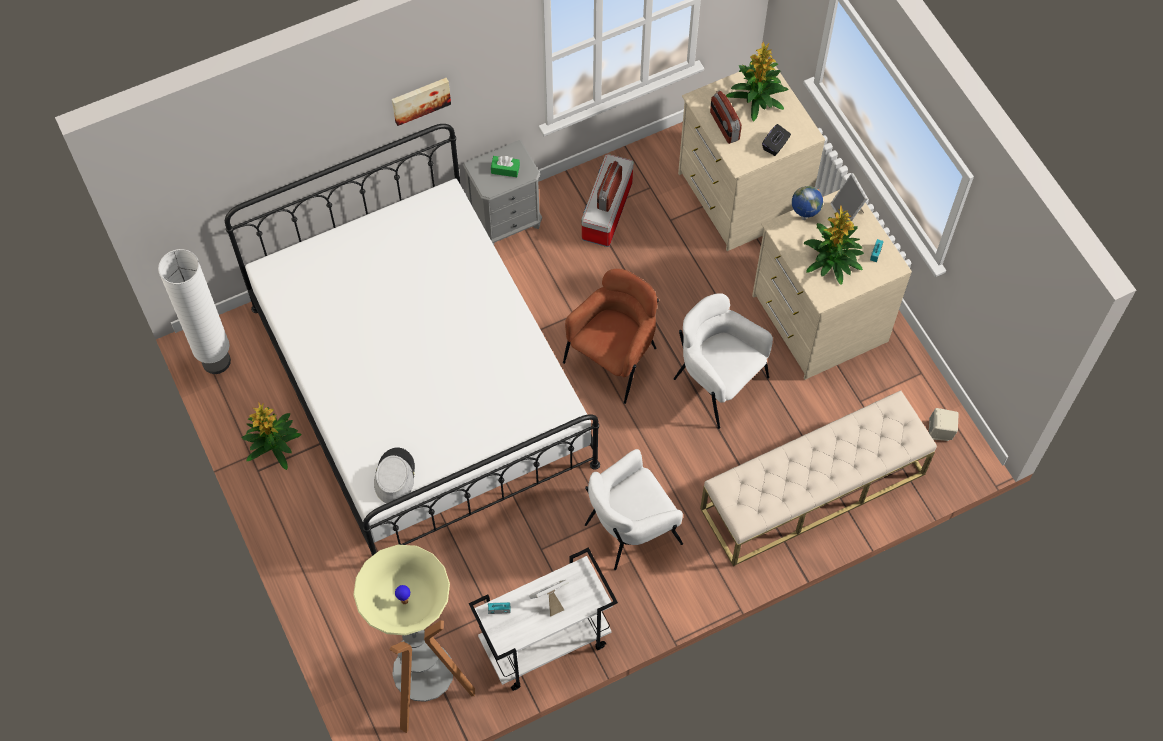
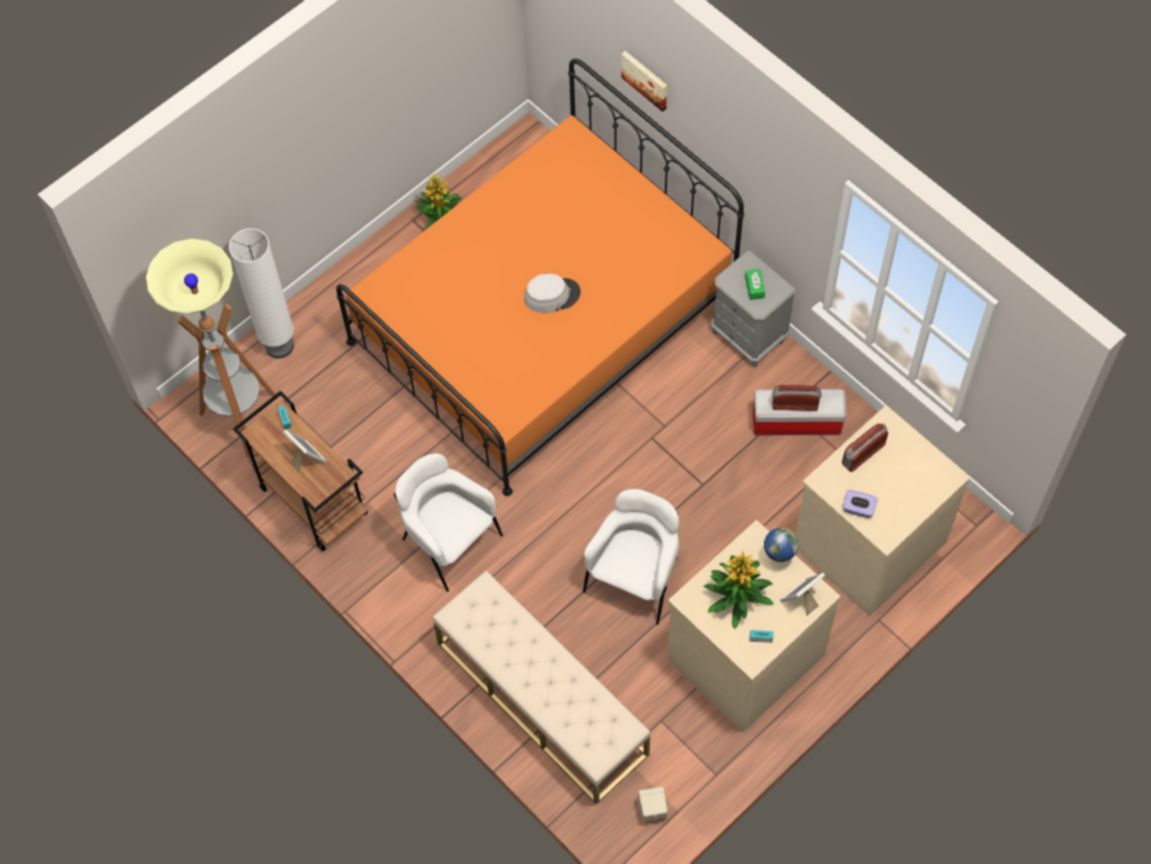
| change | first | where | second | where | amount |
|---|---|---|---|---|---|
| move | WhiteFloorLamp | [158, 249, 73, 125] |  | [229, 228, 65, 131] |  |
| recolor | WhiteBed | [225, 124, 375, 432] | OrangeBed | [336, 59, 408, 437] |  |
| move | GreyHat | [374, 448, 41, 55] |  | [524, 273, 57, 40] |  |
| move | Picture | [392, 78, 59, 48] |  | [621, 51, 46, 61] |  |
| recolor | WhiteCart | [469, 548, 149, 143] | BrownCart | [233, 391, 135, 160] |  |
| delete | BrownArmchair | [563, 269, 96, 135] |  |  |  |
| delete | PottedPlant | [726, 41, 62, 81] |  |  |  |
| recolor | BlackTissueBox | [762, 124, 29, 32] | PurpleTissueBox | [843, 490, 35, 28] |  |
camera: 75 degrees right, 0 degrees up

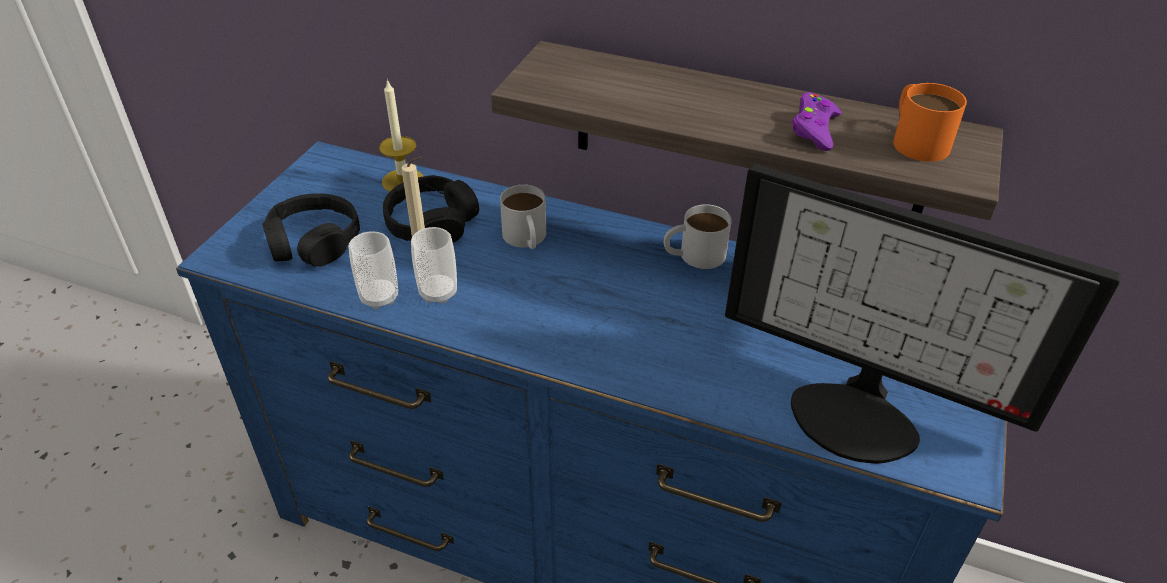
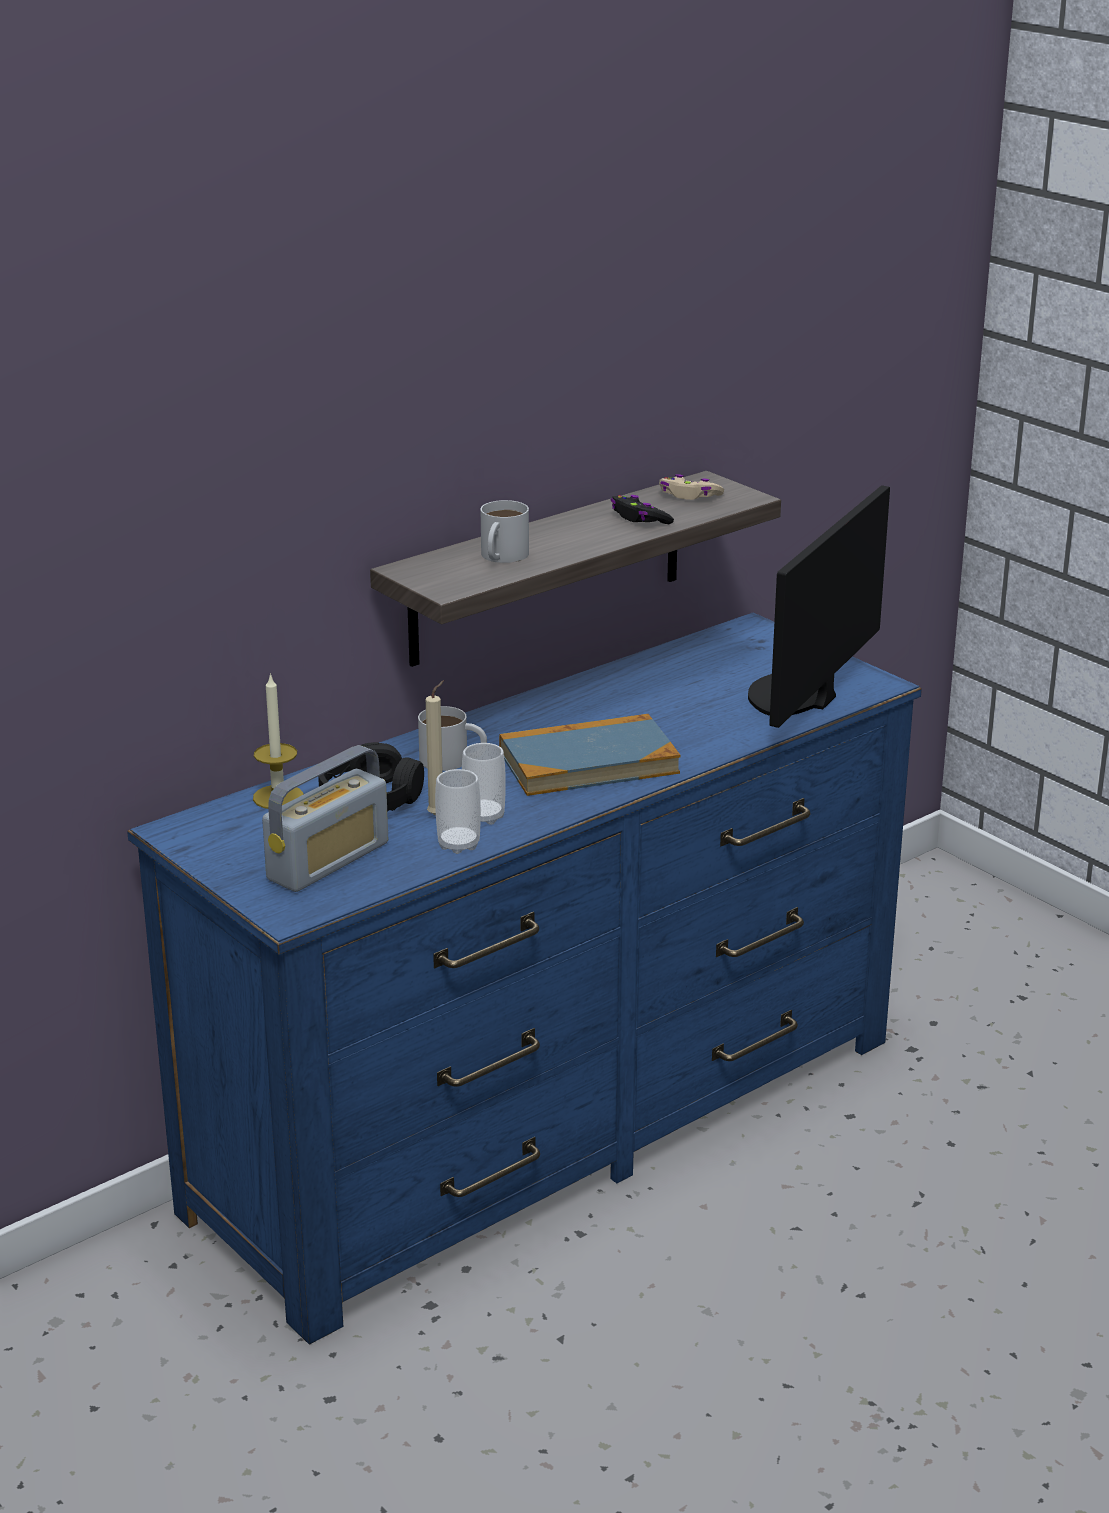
| change | first | where | second | where | amount |
|---|---|---|---|---|---|
| replace | BlackHeadphones | [262, 193, 98, 74] | Radio | [262, 745, 126, 147] |  |
| move | WhiteMug | [664, 204, 68, 65] |  | [481, 500, 48, 63] |  |
| rotate | Monitor | [725, 164, 396, 300] |  | [748, 485, 142, 243] | 150 degrees clockwise |
| recolor | PurpleGameController | [792, 92, 49, 59] | BlackGameController | [611, 495, 63, 29] |  |
| replace | OrangeMug | [893, 83, 74, 79] | BeigeGameController | [659, 474, 65, 26] |  |
| insert |  |  | Book | [499, 714, 181, 82] |  |
camera: 60 degrees left, 15 degrees down

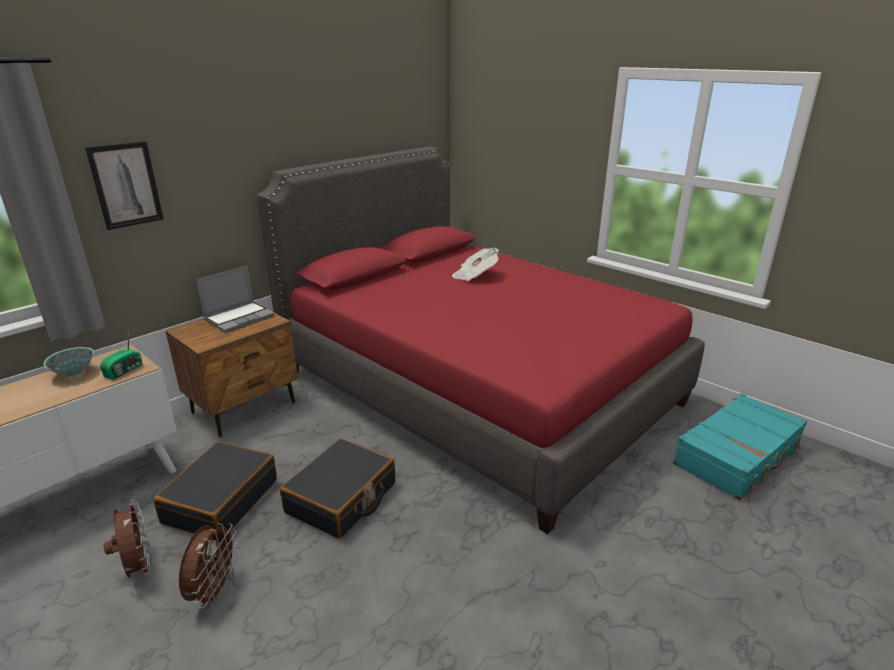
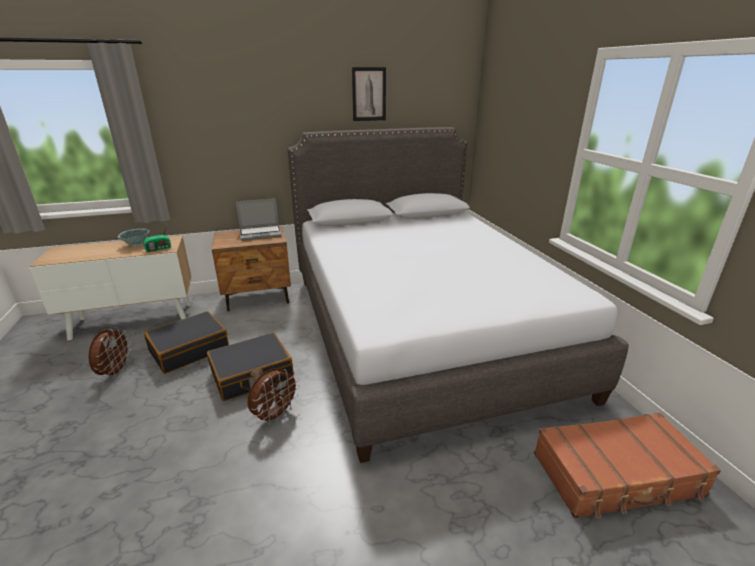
| change | first | where | second | where | amount |
|---|---|---|---|---|---|
| move | Picture | [85, 141, 78, 89] |  | [352, 67, 34, 54] |  |
| move | BrownFan | [179, 523, 59, 85] |  | [247, 368, 53, 57] |  |
| recolor | RedBed | [256, 147, 449, 387] | GreyBed | [288, 127, 341, 336] |  |
| delete | Newspaper | [452, 248, 47, 33] |  |  |  |
| recolor | TurquoiseSuitcase | [673, 393, 134, 107] | BrownSuitcase | [534, 412, 187, 106] |  |
camera: 30 degrees right, 0 degrees up

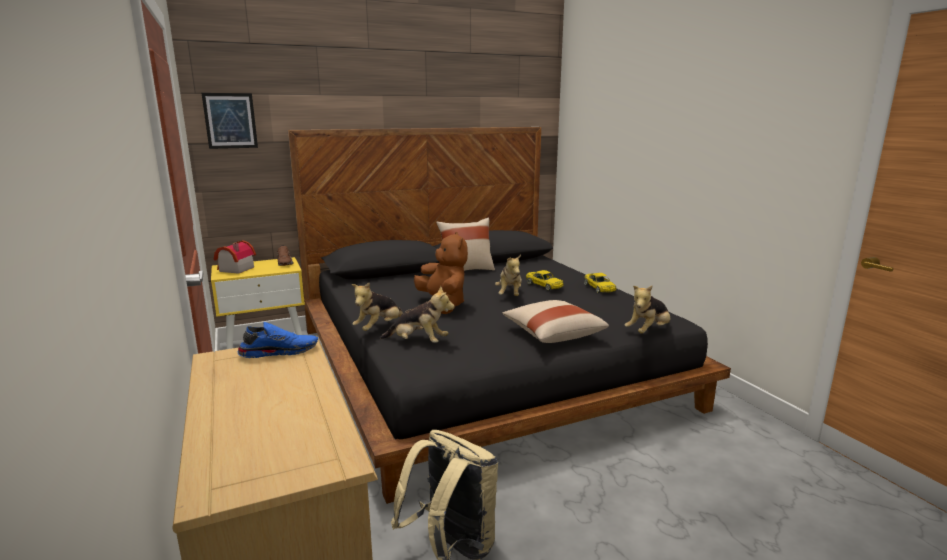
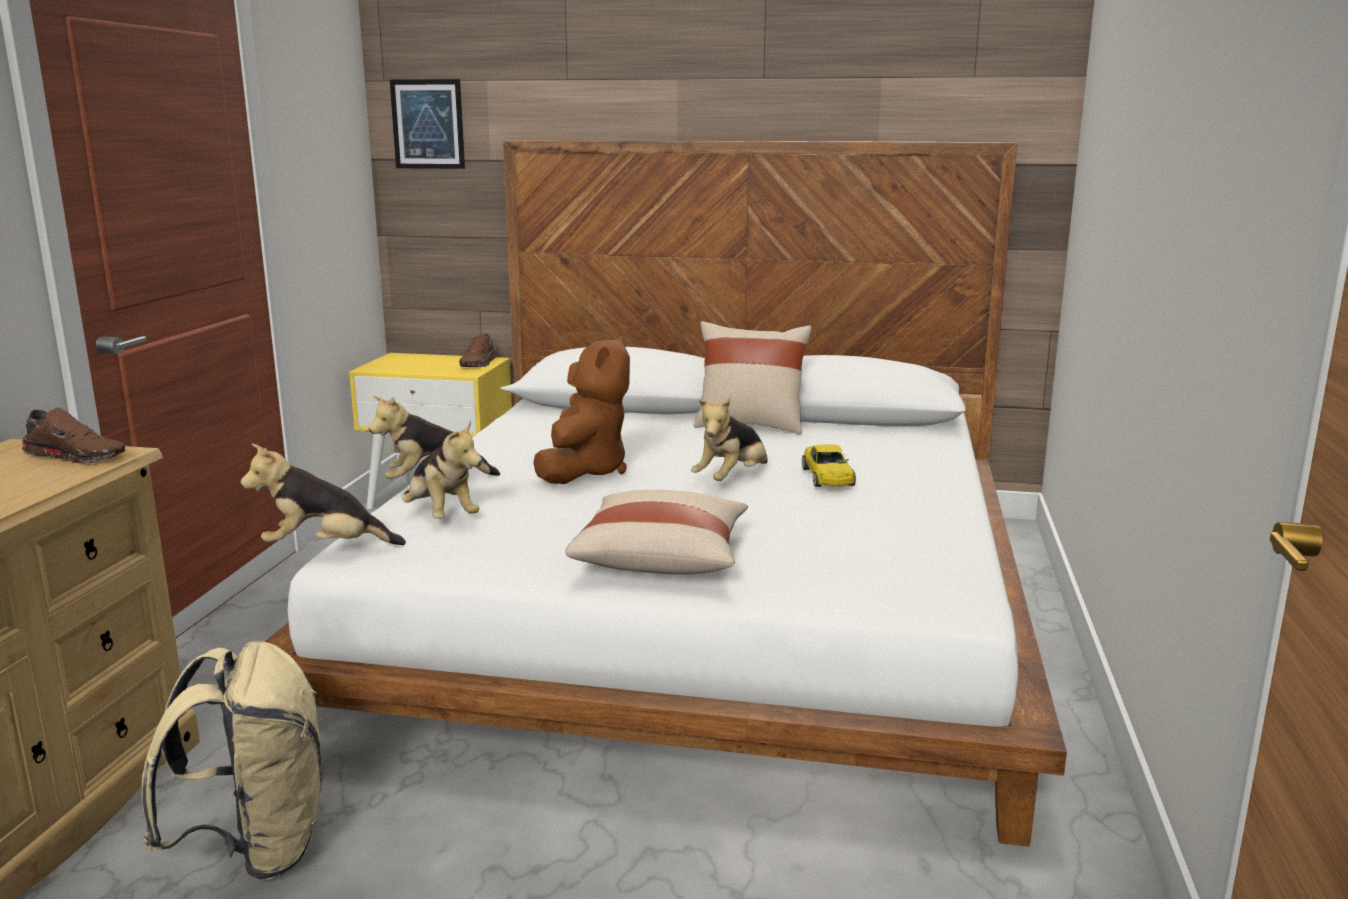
| change | first | where | second | where | amount |
|---|---|---|---|---|---|
| delete | ToyHouse | [214, 240, 42, 34] |  |  |  |
| recolor | BlueShoe | [237, 322, 81, 36] | BrownShoe | [22, 408, 103, 56] |  |
| recolor | BlackBed | [288, 127, 443, 377] | WhiteBed | [265, 140, 802, 707] |  |
| delete | YellowToyCar | [584, 273, 32, 20] |  |  |  |
| move | PlushToy | [625, 286, 45, 48] |  | [241, 444, 165, 101] |  |
camera: 35 degrees right, 0 degrees up

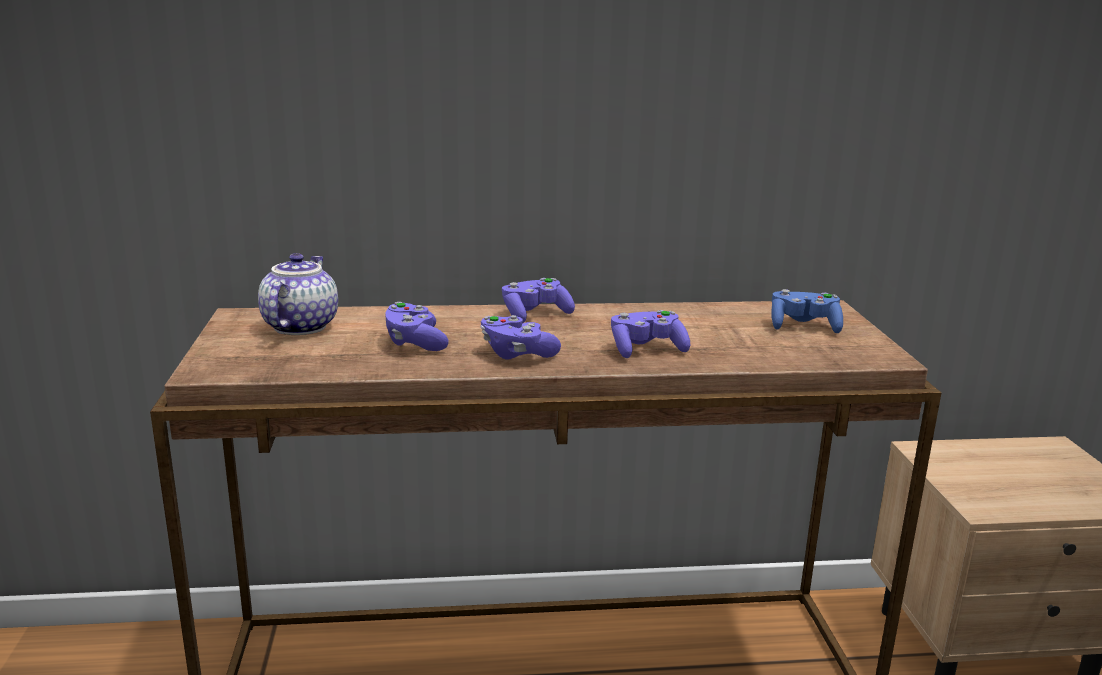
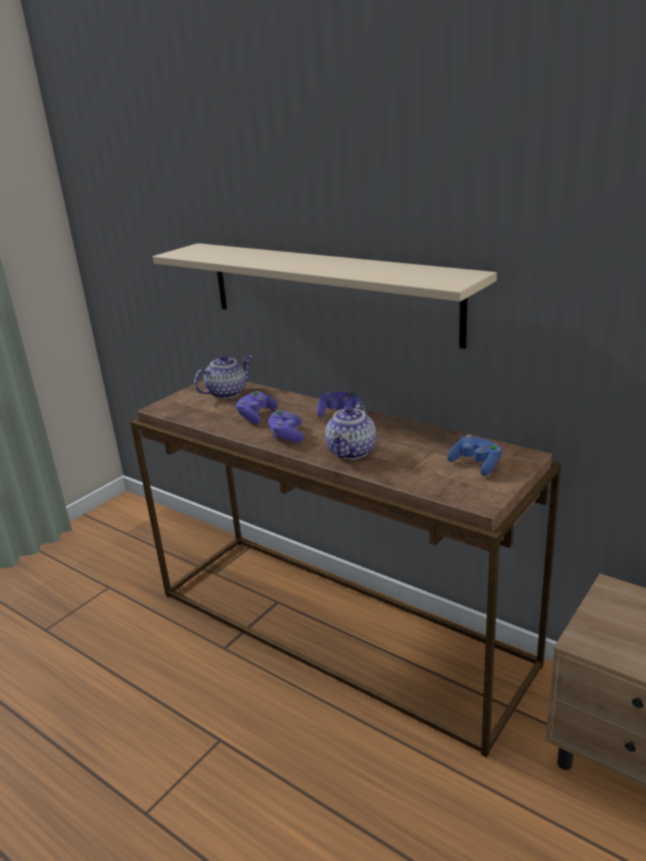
| change | first | where | second | where | amount |
|---|---|---|---|---|---|
| replace | PurpleGameController | [611, 310, 79, 48] | Teapot | [325, 402, 51, 58] |  |
| insert |  |  | BeigeShelf | [153, 243, 344, 106] |  |
camera: 45 degrees right, 5 degrees up

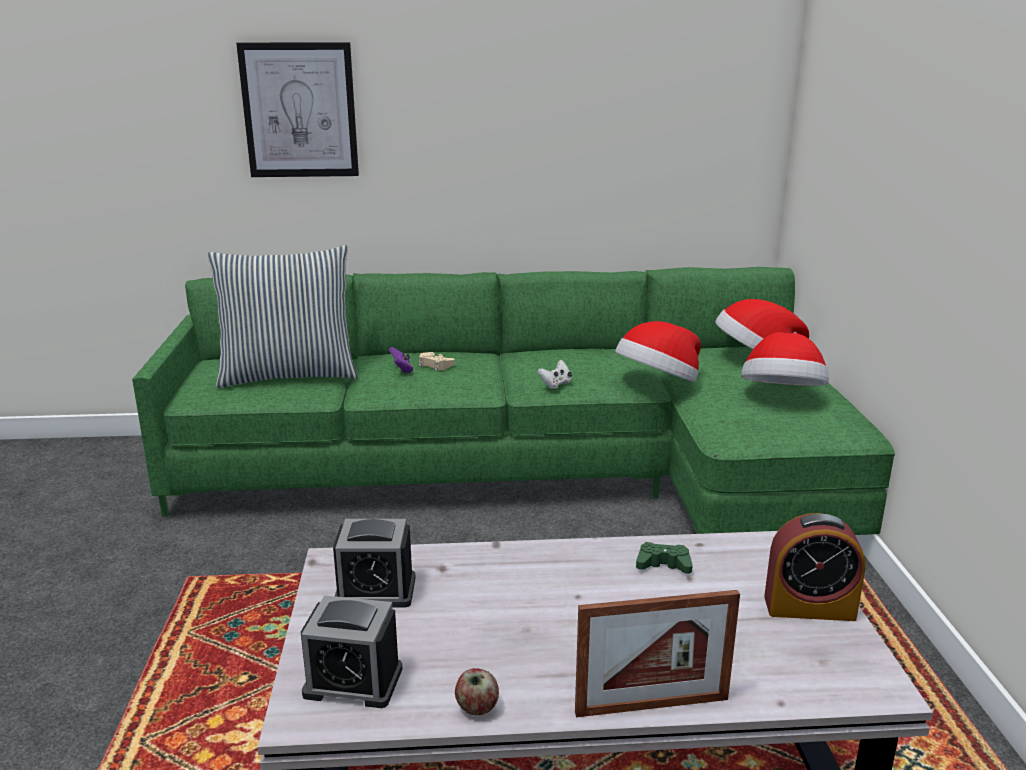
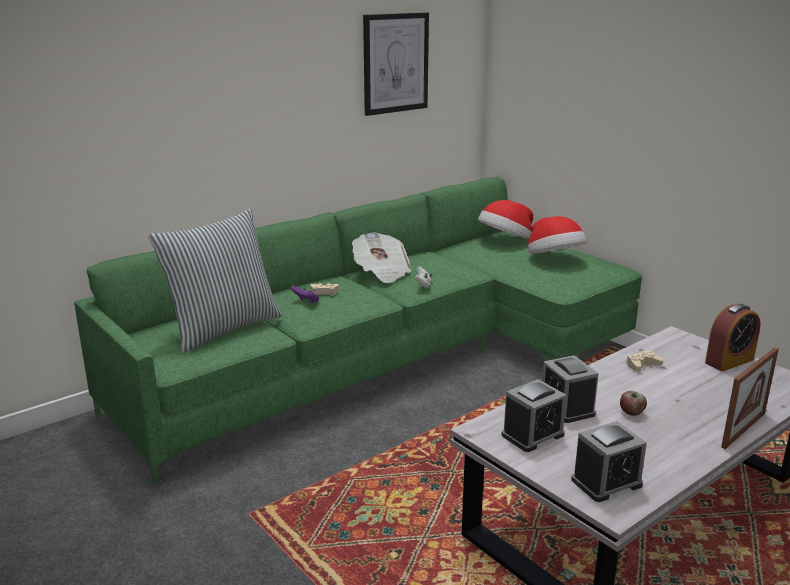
| change | first | where | second | where | amount |
|---|---|---|---|---|---|
| move | Picture | [236, 42, 123, 135] |  | [363, 12, 66, 104] |  |
| move | Apple | [455, 668, 44, 47] |  | [620, 391, 27, 25] |  |
| delete | Hat | [615, 321, 86, 61] |  |  |  |
| recolor | GreenGameController | [636, 542, 57, 32] | BeigeGameController | [626, 350, 37, 21] |  |
| insert |  |  | Newspaper | [352, 232, 59, 51] |  |
| insert |  |  | AlarmClock | [542, 355, 57, 68] |  |
camera: 35 degrees left, 0 degrees up

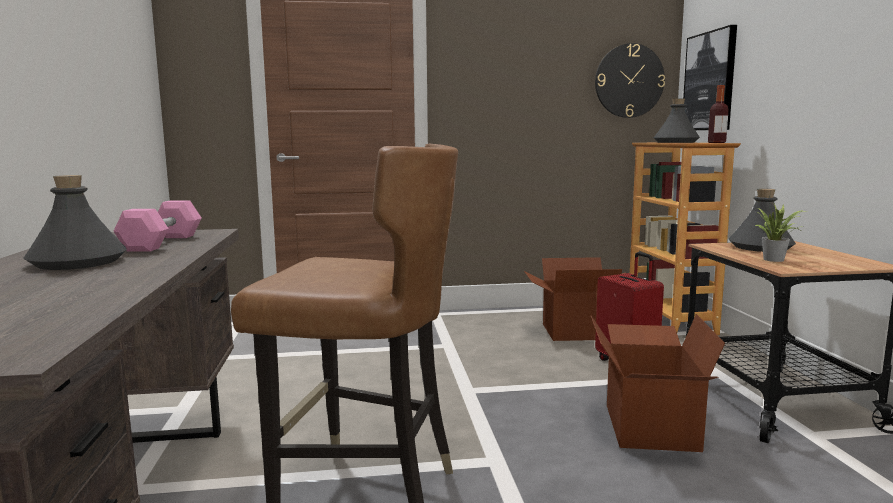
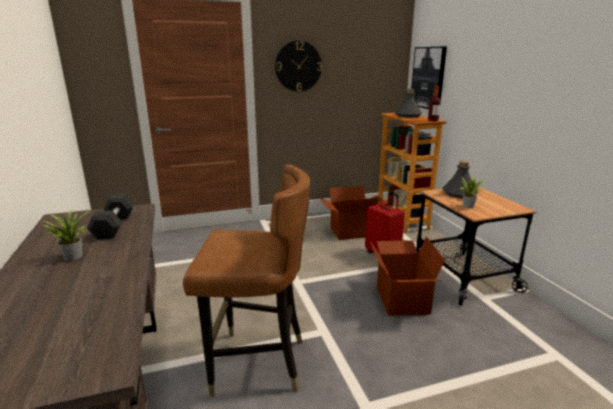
| change | first | where | second | where | amount |
|---|---|---|---|---|---|
| replace | GreyBottle | [23, 175, 103, 95] | PottedPlant | [43, 209, 48, 52] |  |
| recolor | PinkDumbbell | [113, 200, 89, 52] | GreyDumbbell | [87, 194, 48, 46] |  |
| move | WallClock | [595, 43, 70, 75] |  | [275, 41, 47, 51] |  |
camera: 10 degrees left, 10 degrees up

